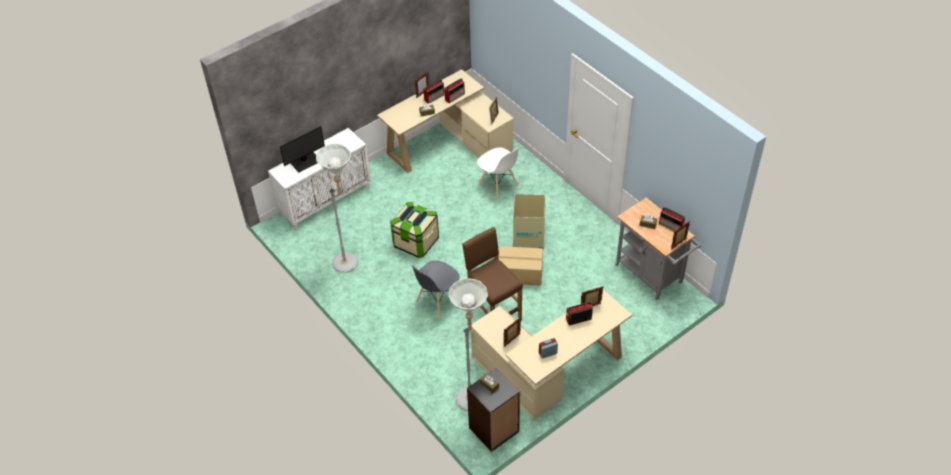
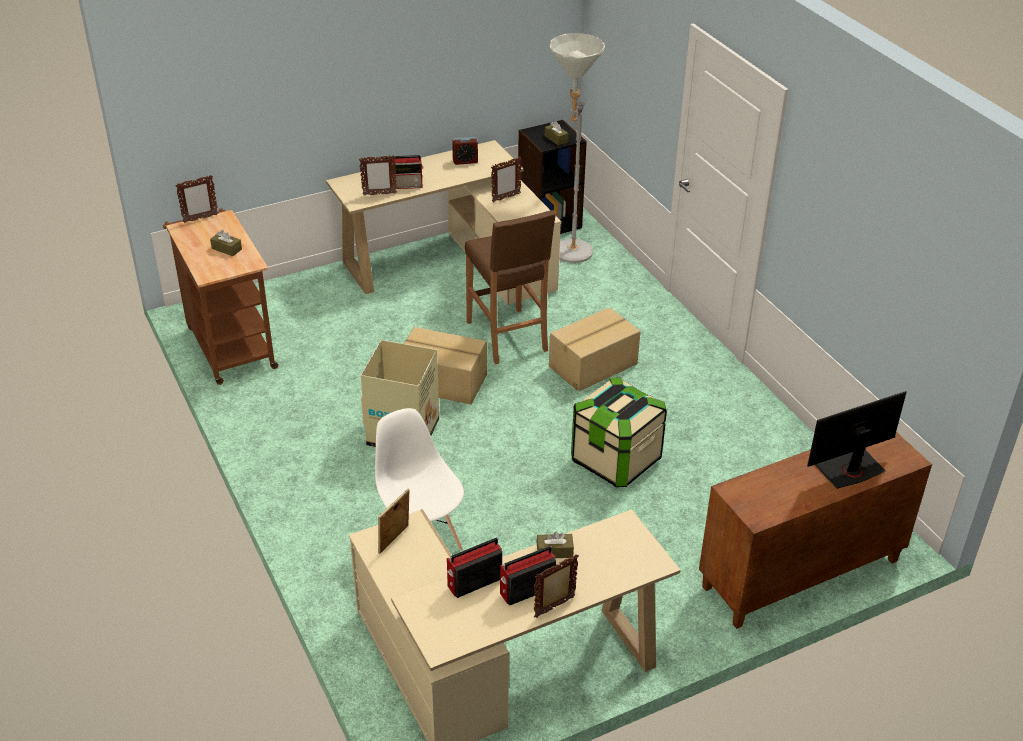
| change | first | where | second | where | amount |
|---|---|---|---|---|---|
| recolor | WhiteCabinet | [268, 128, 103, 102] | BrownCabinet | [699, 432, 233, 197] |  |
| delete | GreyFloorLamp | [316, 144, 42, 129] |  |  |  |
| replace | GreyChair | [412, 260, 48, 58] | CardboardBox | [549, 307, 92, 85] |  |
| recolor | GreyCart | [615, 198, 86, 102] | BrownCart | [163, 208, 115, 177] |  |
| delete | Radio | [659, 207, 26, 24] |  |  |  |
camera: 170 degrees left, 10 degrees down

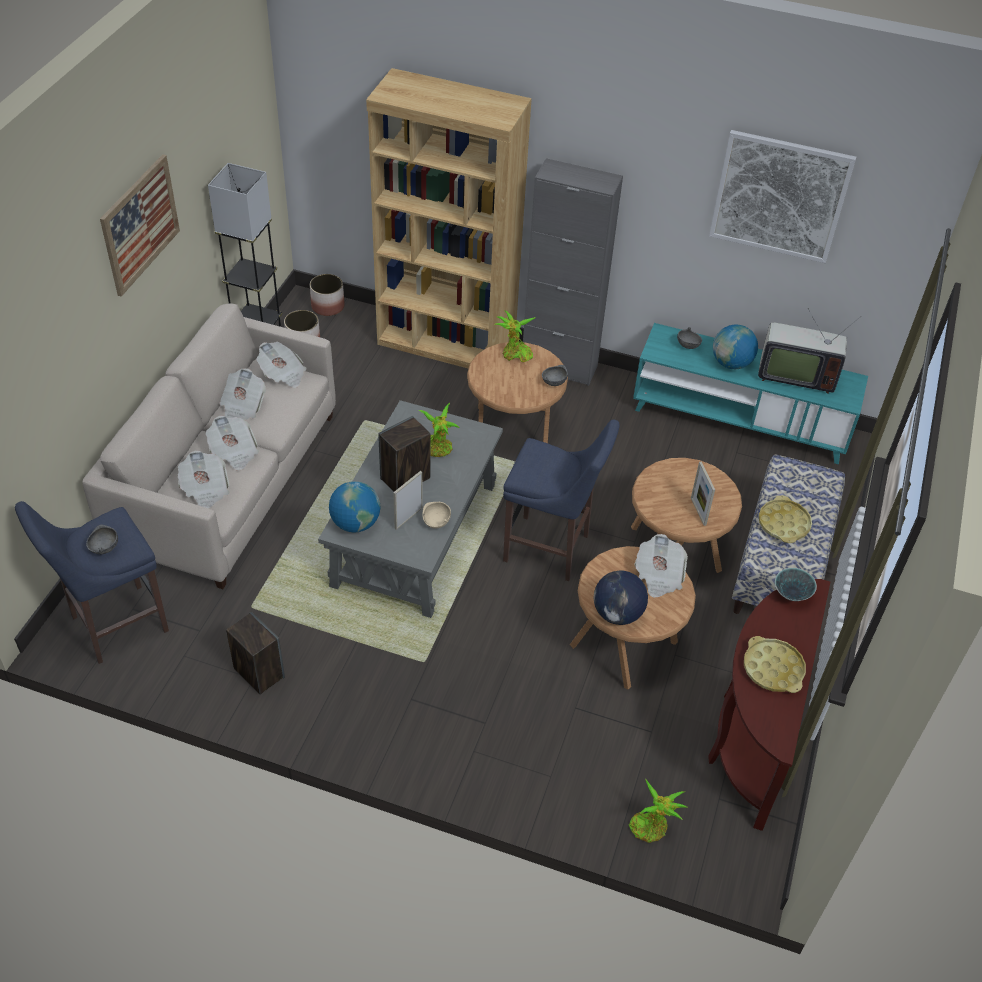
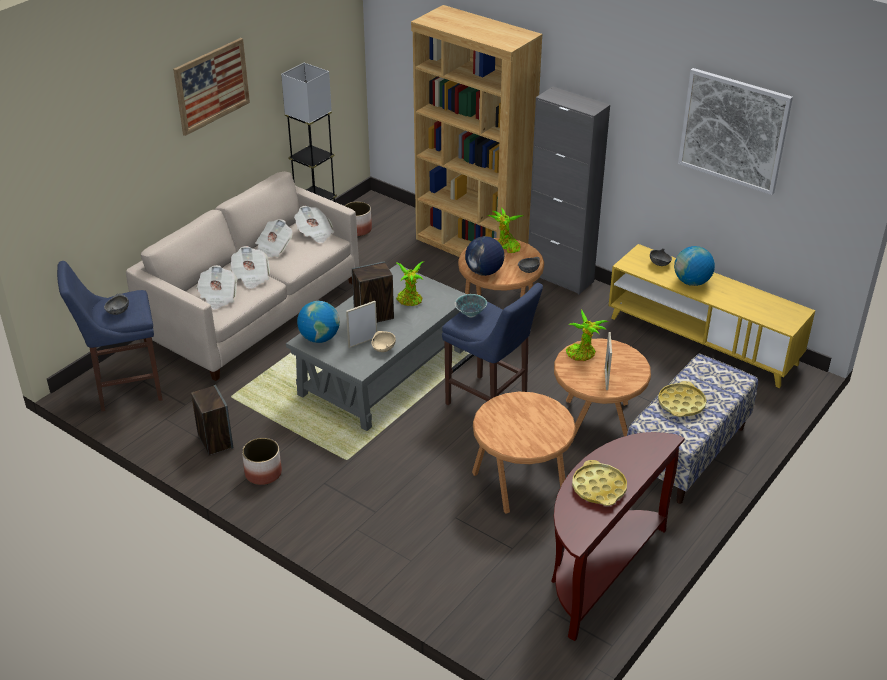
| change | first | where | second | where | amount |
|---|---|---|---|---|---|
| move | Planter | [310, 274, 35, 42] |  | [242, 438, 40, 47] |  |
| move | Globe | [594, 570, 54, 55] |  | [465, 236, 39, 40] |  |
| move | PottedPlant | [629, 780, 59, 63] |  | [566, 309, 42, 52] |  |
| recolor | TurquoiseTvStand | [633, 323, 235, 141] | YellowTvStand | [609, 244, 206, 144] |  |
| delete | Newspaper | [634, 534, 54, 64] |  |  |  |
| delete | Television | [758, 308, 103, 86] |  |  |  |
| move | Bowl | [775, 568, 42, 33] |  | [455, 294, 32, 23] |  |
camera: 20 degrees right, 10 degrees down

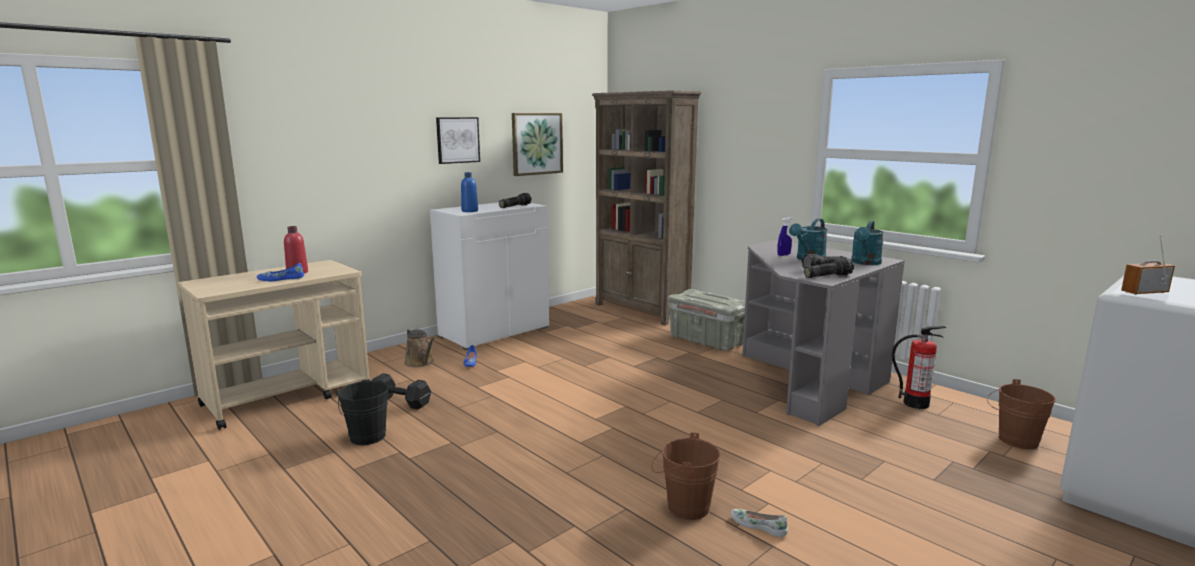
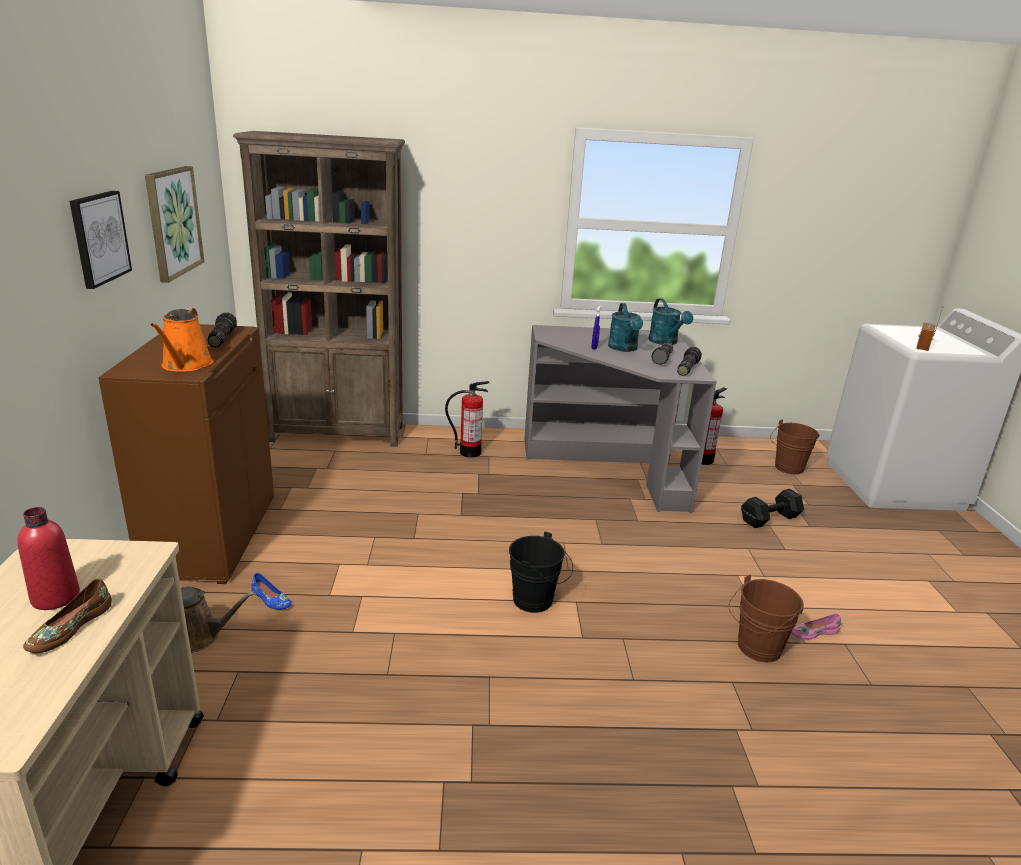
| change | first | where | second | where | amount |
|---|---|---|---|---|---|
| recolor | BlueShoe | [257, 263, 47, 18] | BrownShoe | [23, 578, 89, 75] |  |
| move | BlackBucket | [336, 381, 55, 64] |  | [509, 532, 64, 81] |  |
| move | BlackDumbbell | [372, 373, 59, 37] |  | [741, 489, 63, 39] |  |
| recolor | WhiteCabinet | [430, 202, 119, 148] | BrownCabinet | [98, 324, 176, 260] |  |
| replace | BlueBottle | [461, 172, 17, 40] | OrangeWateringCan | [150, 308, 63, 64] |  |
| replace | GreyStorageBox | [668, 289, 78, 61] | FireExtinguisher | [445, 381, 44, 77] |  |
| recolor | WhiteShoe | [731, 509, 57, 28] | PinkShoe | [791, 613, 50, 27] |  |
camera: 50 degrees left, 10 degrees up

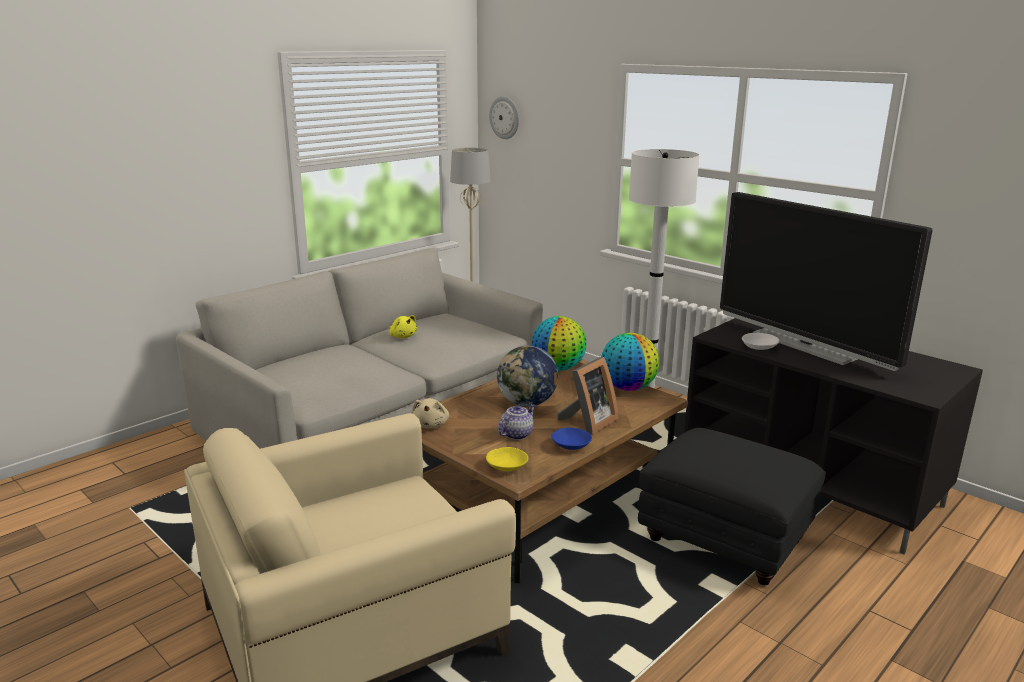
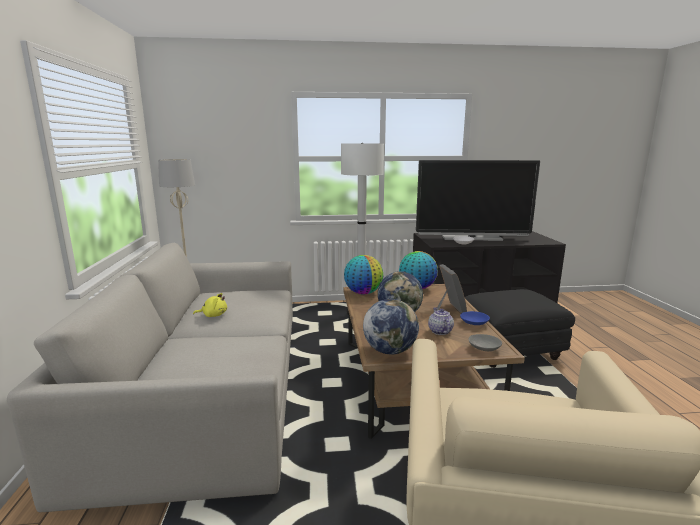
| change | first | where | second | where | amount |
|---|---|---|---|---|---|
| replace | BeigePlushToy | [412, 398, 37, 30] | Globe | [363, 299, 56, 56] |  |
| recolor | YellowBowl | [486, 447, 42, 24] | GreyBowl | [468, 334, 34, 17] |  |
| delete | WallClock | [489, 96, 30, 43] |  |  |  |
camera: 50 degrees left, 5 degrees down

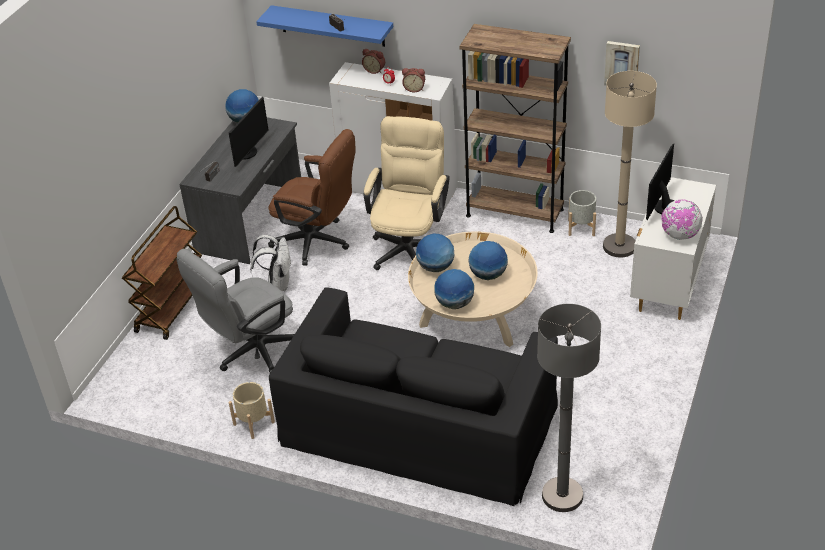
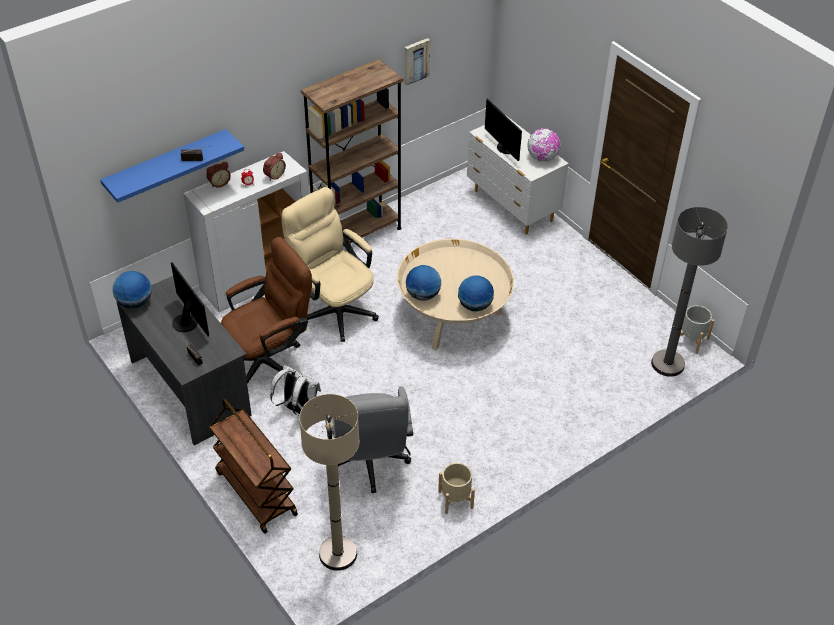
| change | first | where | second | where | amount |
|---|---|---|---|---|---|
| delete | BlackSofa | [269, 287, 289, 219] |  |  |  |
| delete | Globe | [468, 241, 40, 39] |  |  |  |
| move | GreyPlanter | [568, 190, 28, 46] |  | [680, 305, 34, 48] |  |
| move | BeigeFloorLamp | [603, 71, 54, 187] |  | [299, 394, 60, 176] |  |
camera: 60 degrees left, 5 degrees up

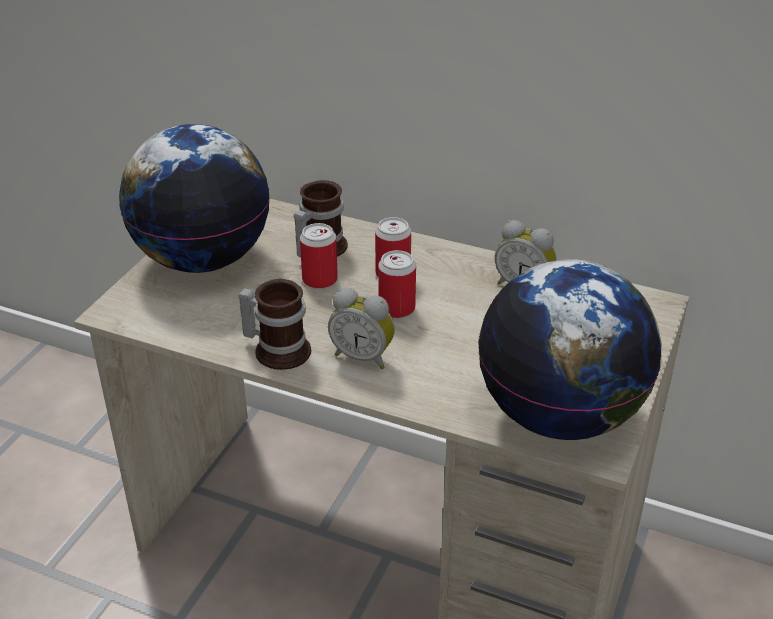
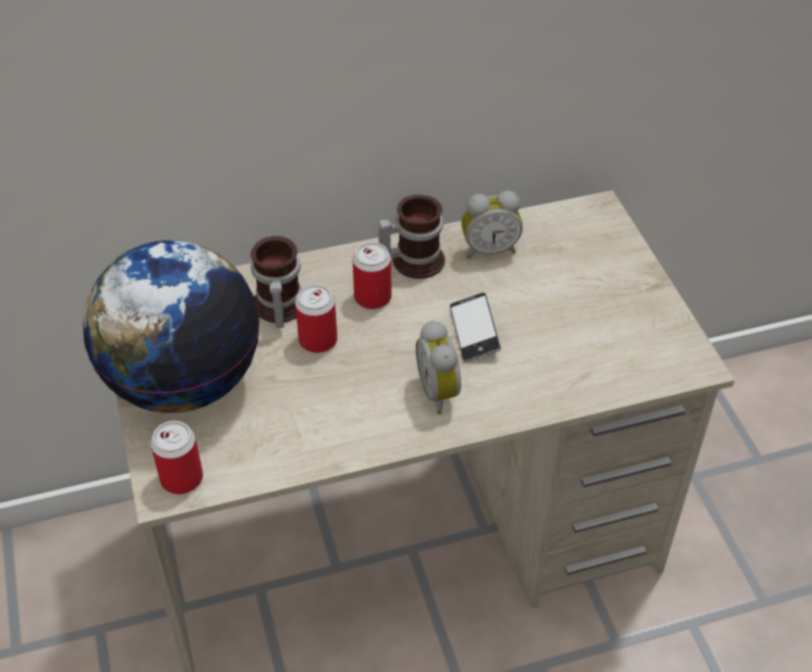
| change | first | where | second | where | amount |
|---|---|---|---|---|---|
| move | Mug | [238, 279, 73, 91] |  | [378, 195, 67, 84] |  |
| rotate | AlarmClock | [328, 288, 67, 81] |  | [416, 320, 45, 94] | 90 degrees clockwise |
| move | Can | [378, 250, 38, 68] |  | [151, 421, 52, 73] |  |
| delete | Globe | [478, 259, 183, 181] |  |  |  |
| insert |  |  | Phone | [450, 293, 51, 69] |  |
camera: 40 degrees left, 10 degrees up

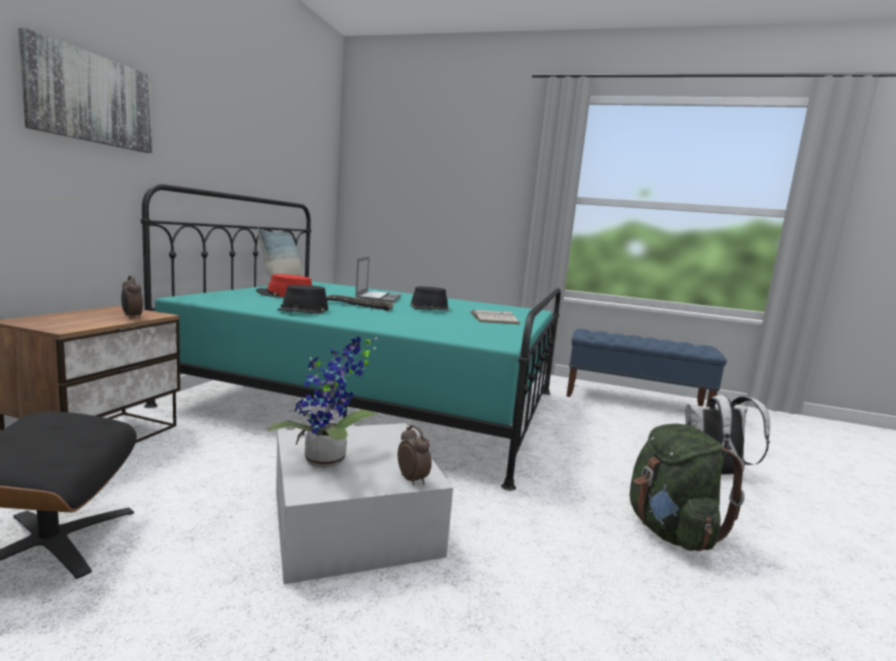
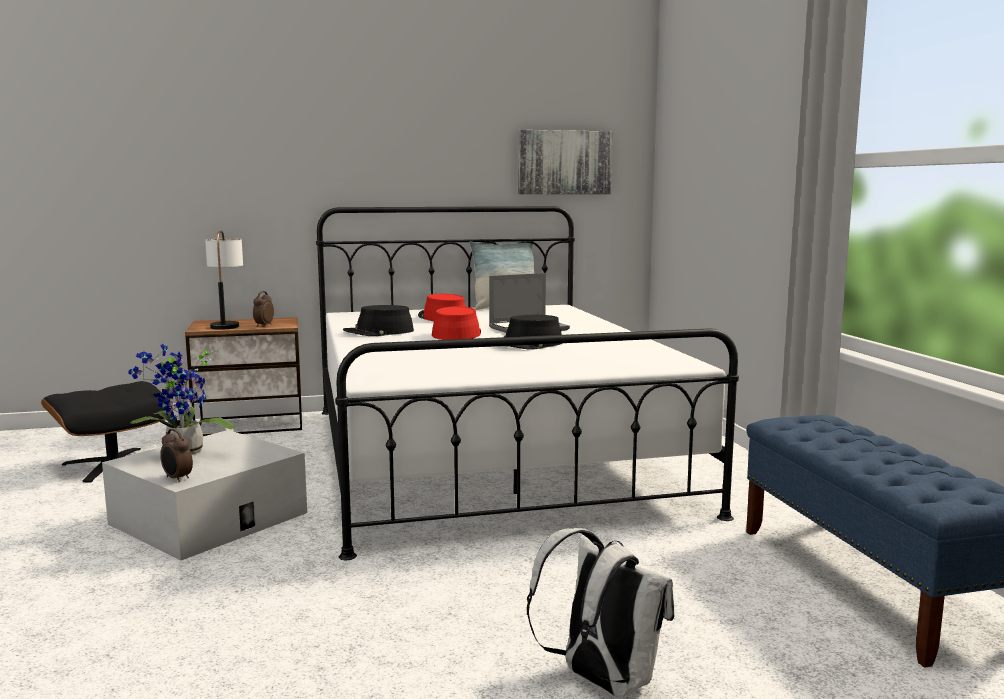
| change | first | where | second | where | amount |
|---|---|---|---|---|---|
| move | Picture | [18, 28, 135, 125] |  | [518, 130, 94, 64] |  |
| recolor | TurquoiseBed | [141, 184, 420, 307] | WhiteBed | [316, 206, 423, 354] |  |
| replace | Tray | [326, 295, 69, 16] | RedHat | [432, 306, 49, 34] |  |
| rotate | AlarmClock | [398, 425, 33, 60] |  | [160, 429, 33, 53] | 105 degrees clockwise |
| delete | WhiteBook | [470, 310, 50, 14] |  |  |  |
| delete | GreenBackpack | [629, 423, 116, 128] |  |  |  |
| insert |  |  | TableLamp | [205, 231, 38, 99] |  |
camera: 60 degrees right, 0 degrees up

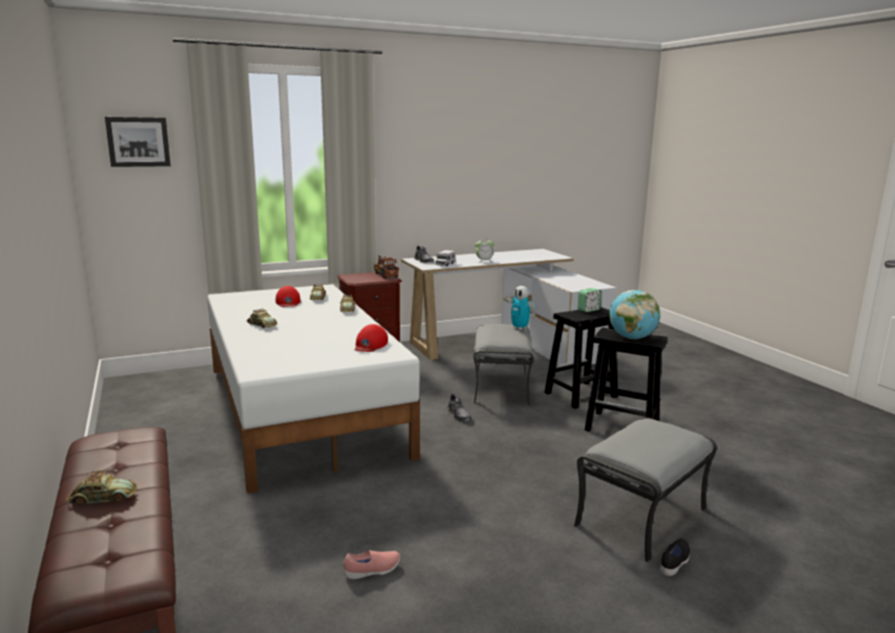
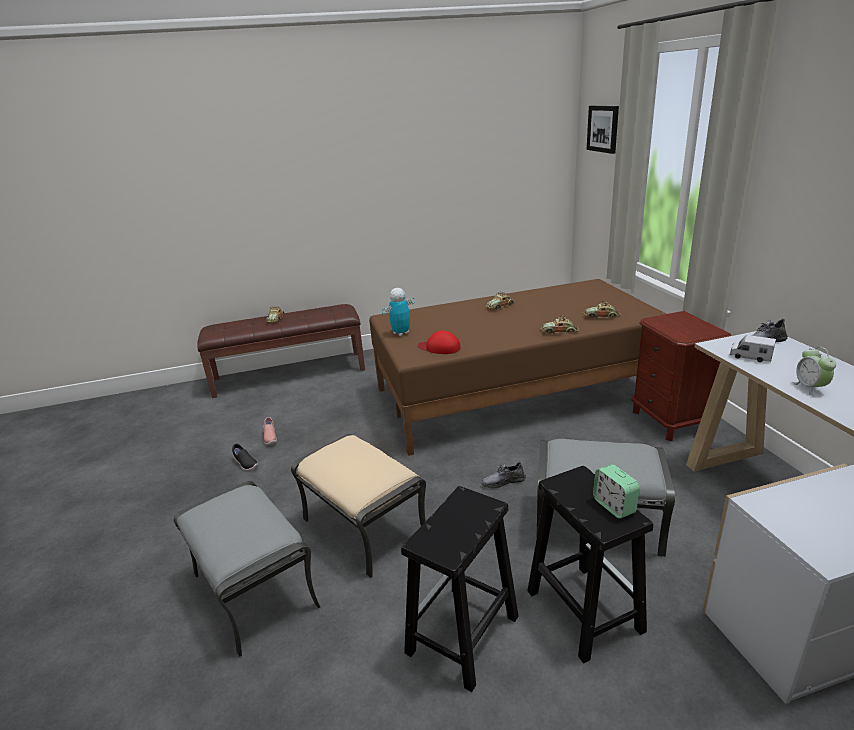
| change | first | where | second | where | amount |
|---|---|---|---|---|---|
| recolor | WhiteBed | [207, 284, 213, 210] | BrownBed | [369, 279, 297, 177] |  |
| delete | RedCap | [275, 286, 26, 21] |  |  |  |
| delete | ToyTruck | [374, 255, 25, 24] |  |  |  |
| move | ToyRobot | [506, 286, 31, 44] |  | [382, 288, 33, 48] |  |
| delete | Globe | [609, 290, 51, 49] |  |  |  |
| move | BlackShoe | [660, 538, 30, 38] |  | [232, 444, 26, 27] |  |
| insert |  |  | BeigeOttoman | [291, 434, 135, 145] |  |
camera: 100 degrees right, 10 degrees up

